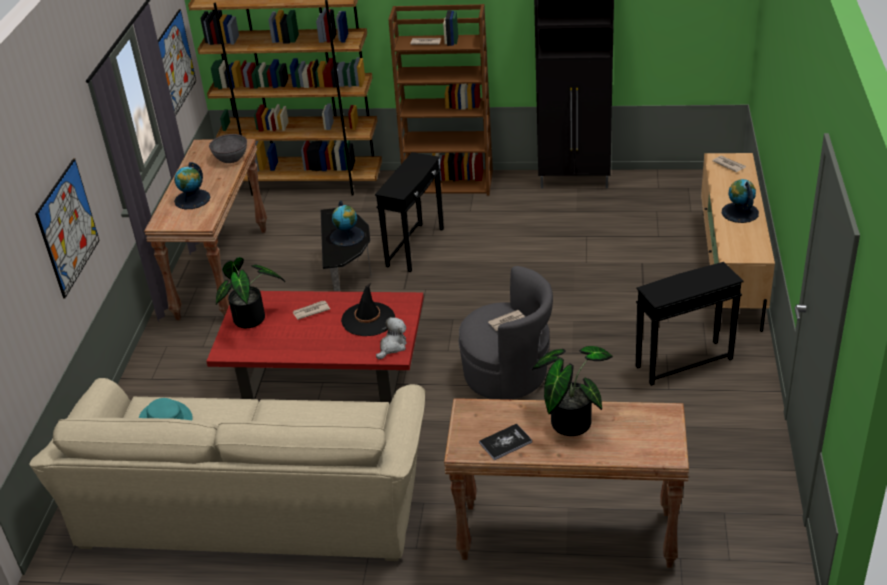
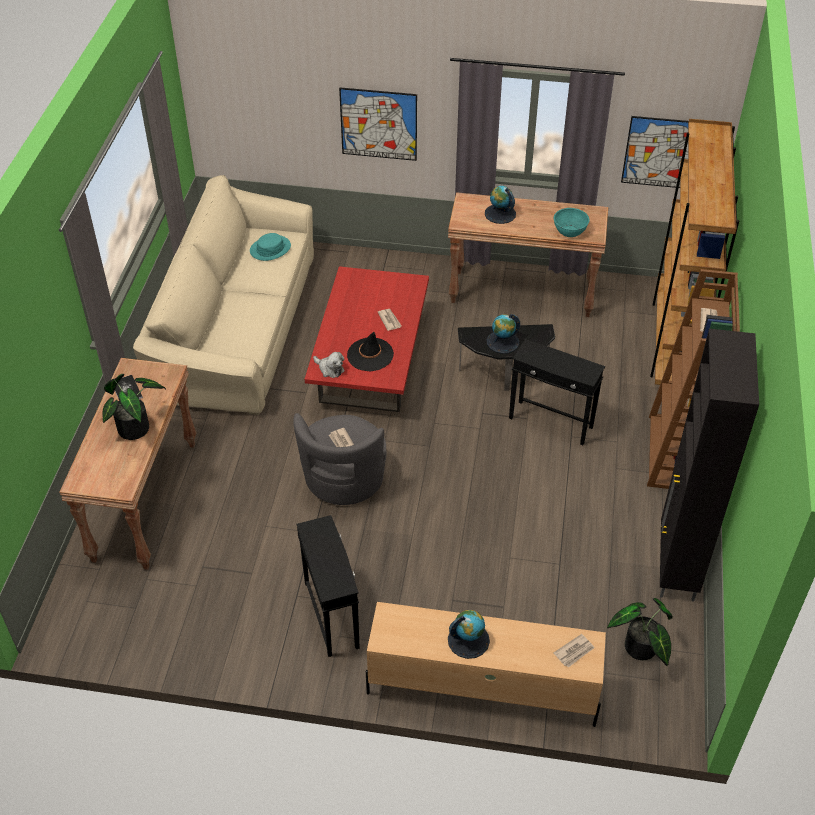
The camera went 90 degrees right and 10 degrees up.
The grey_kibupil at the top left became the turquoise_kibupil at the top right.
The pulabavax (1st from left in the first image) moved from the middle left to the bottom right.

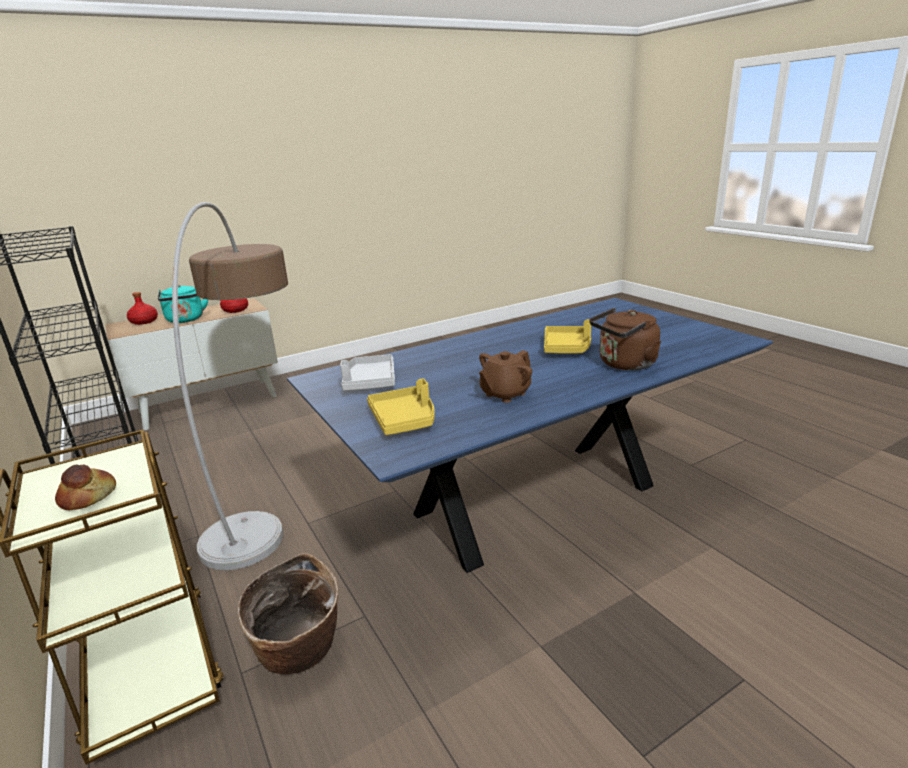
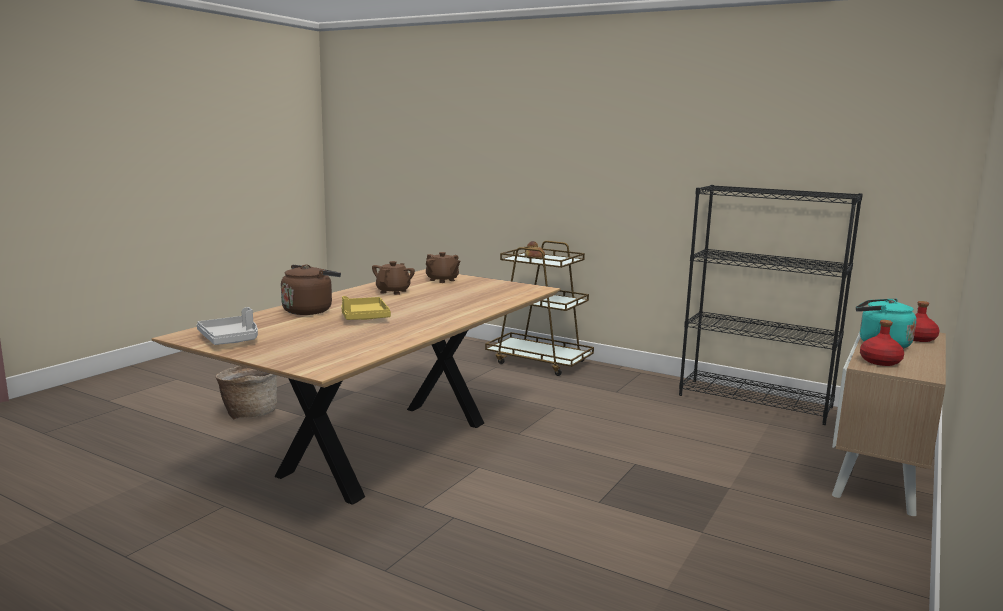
The camera went 150 degrees right and 10 degrees down.
The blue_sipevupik at the centre became the brown_sipevupik at the centre.
The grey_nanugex moved from the centre to the middle left.
The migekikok moved from the bottom left to the middle left.
The yellow_nanugex (1st from left) at the centre was replaced by the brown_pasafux (2nd from left) at the centre.
The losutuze at the middle left disappeared.

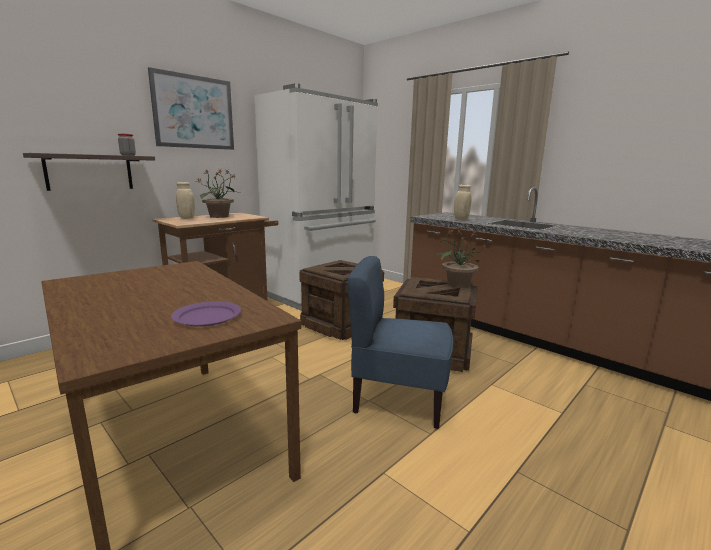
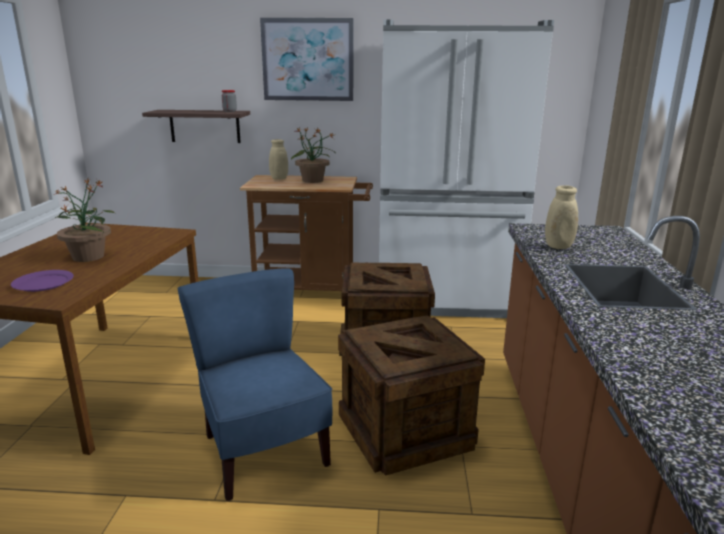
The camera went 50 degrees right and 5 degrees up.
The pulabavax (2nd from left in the first image) moved from the centre to the middle left.

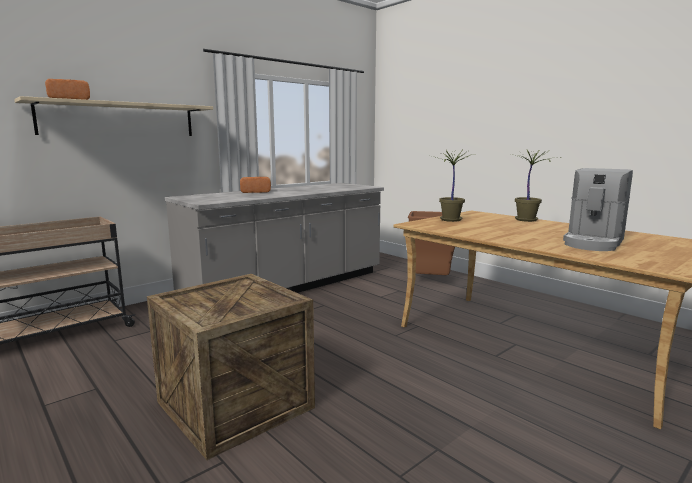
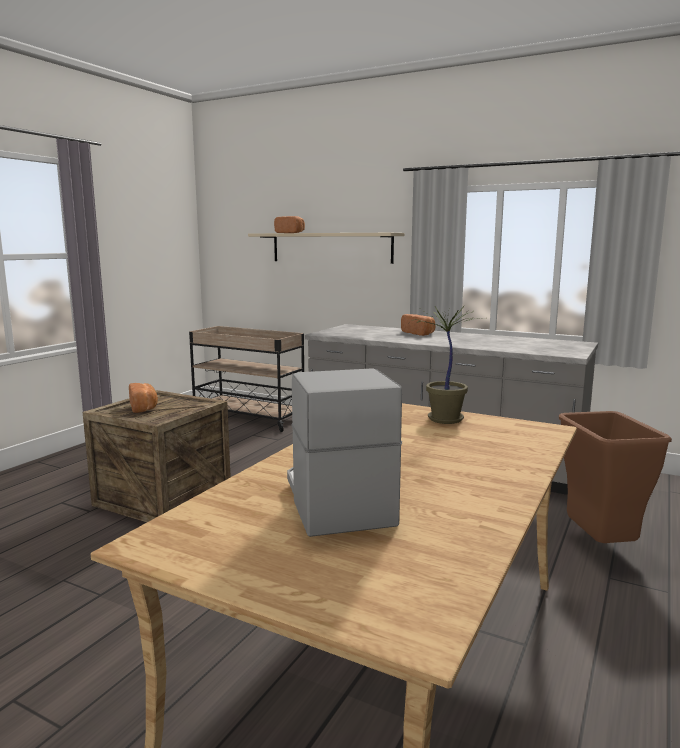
The camera went 70 degrees right and 0 degrees up.
The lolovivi (1st from left) at the middle left appeared.
The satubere at the middle right turned 60 degrees clockwise.
The pulabavax (2nd from left) at the middle right disappeared.

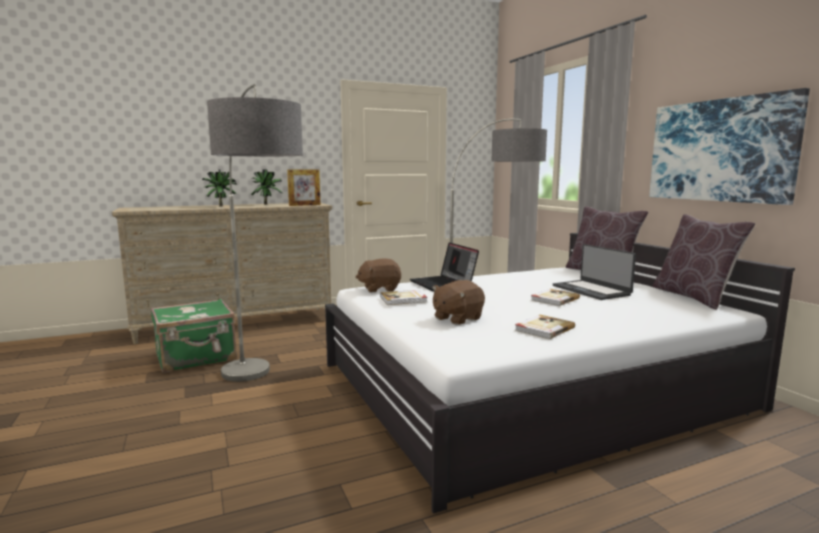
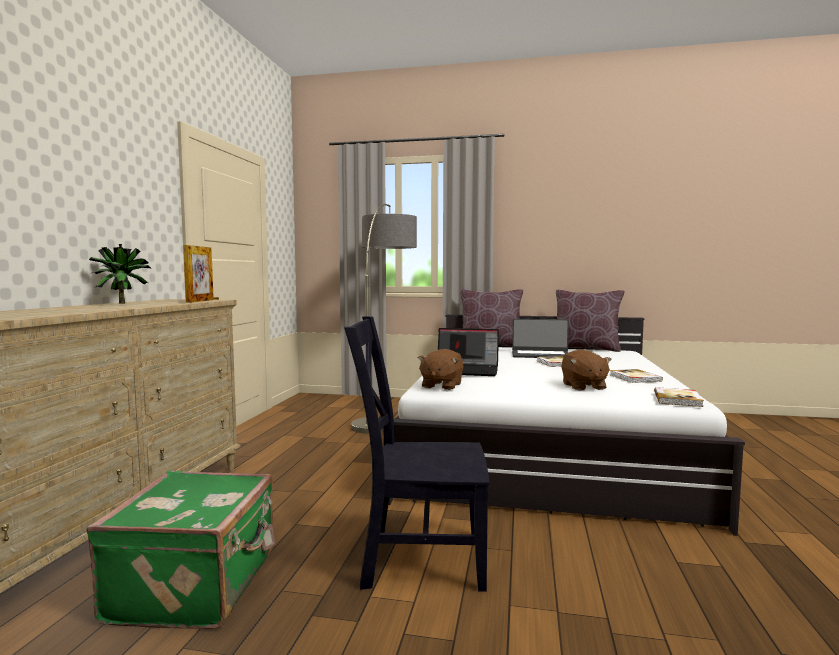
The camera went 55 degrees left and 5 degrees down.
The losutuze (1st from left) at the middle left was replaced by the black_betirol at the bottom centre.
The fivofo (1st from left in the first image) moved from the centre to the middle right.
The pulabavax (1st from left) at the middle left disappeared.
The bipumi at the top right disappeared.

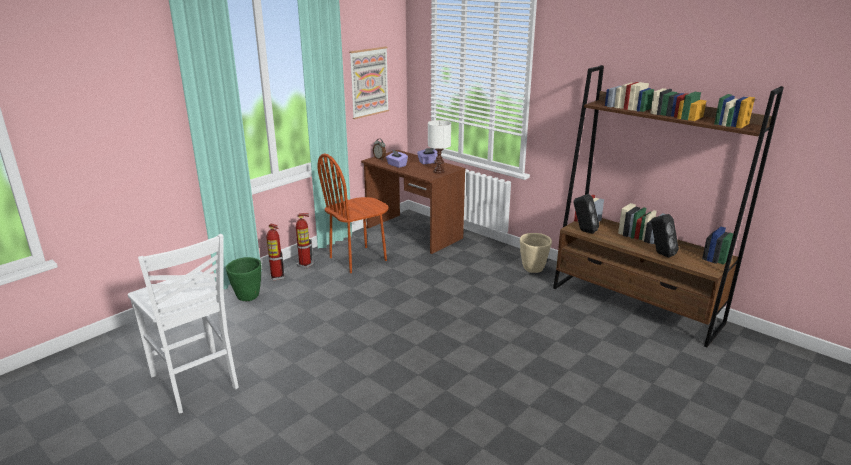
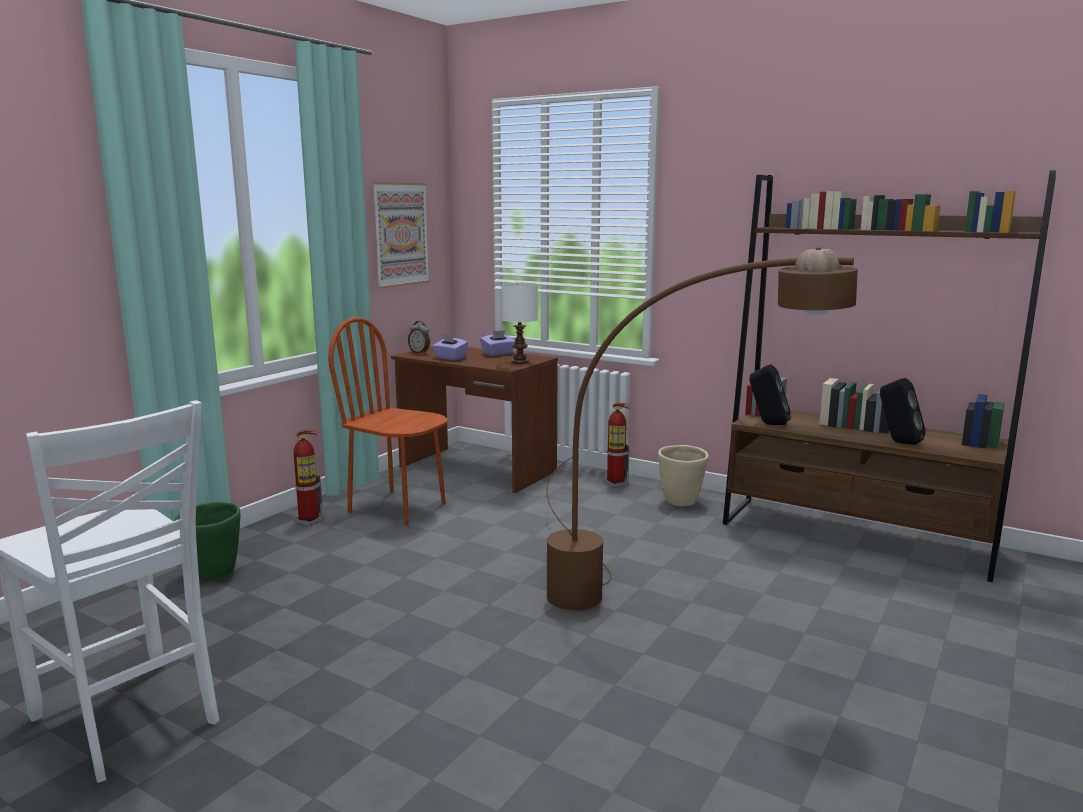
The camera went 10 degrees left and 10 degrees down.
The brown_betirol at the centre turned 75 degrees clockwise.
The brown_losutuze at the centre appeared.
The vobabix (1st from left in the first image) moved from the middle left to the centre.

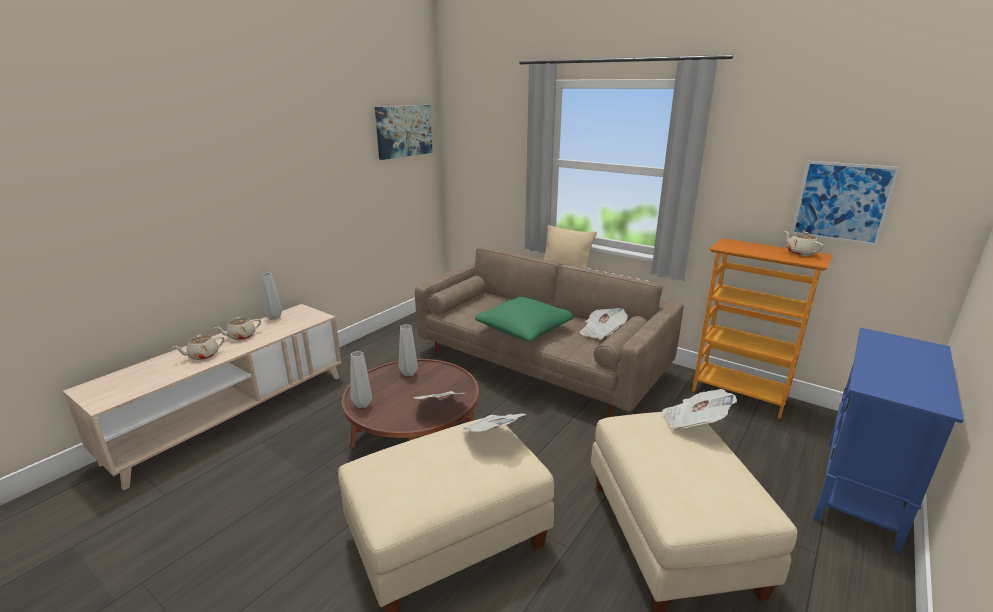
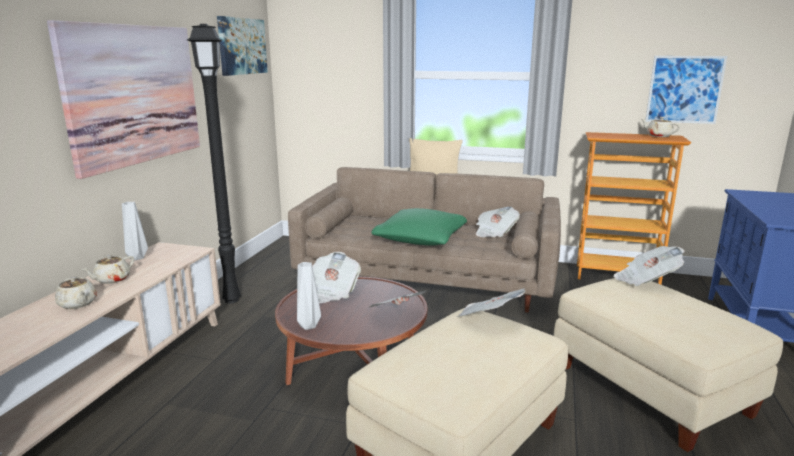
The camera went 20 degrees left and 5 degrees down.
The bipumi (1st from left) at the top left appeared.
The beige_pasafux (1st from left) at the middle left turned 75 degrees counterclockwise.
The black_losutuze at the middle left appeared.
The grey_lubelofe (3rd from left) at the centre was replaced by the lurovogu (1st from left) at the centre.

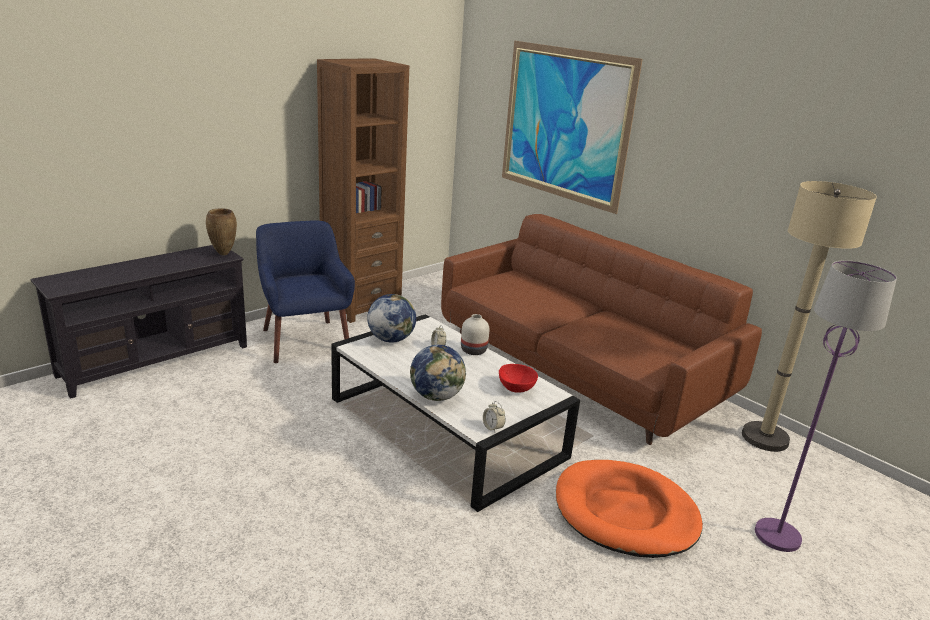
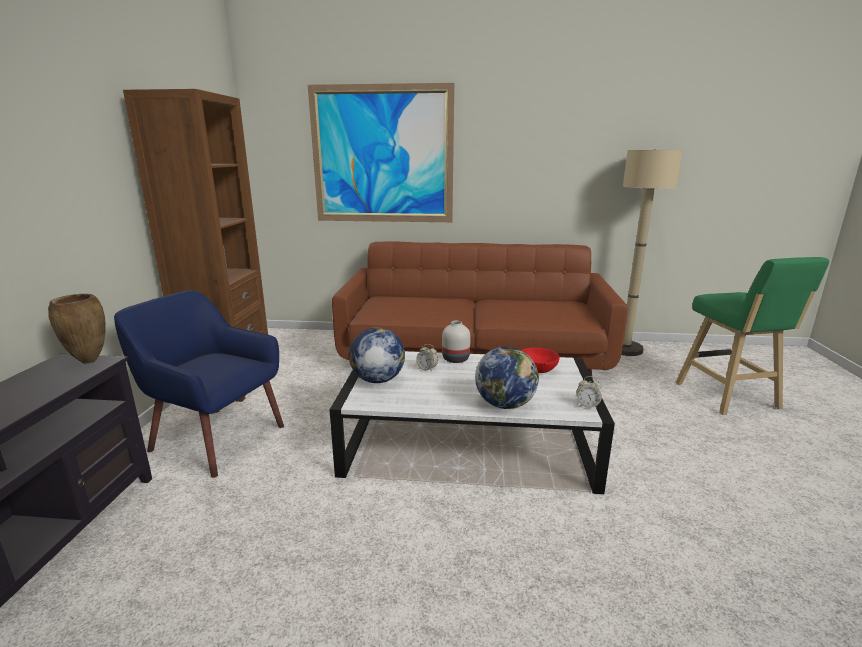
The camera went 40 degrees left and 5 degrees down.
The purple_losutuze at the middle right was replaced by the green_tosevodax at the middle right.
The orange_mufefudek at the bottom right disappeared.

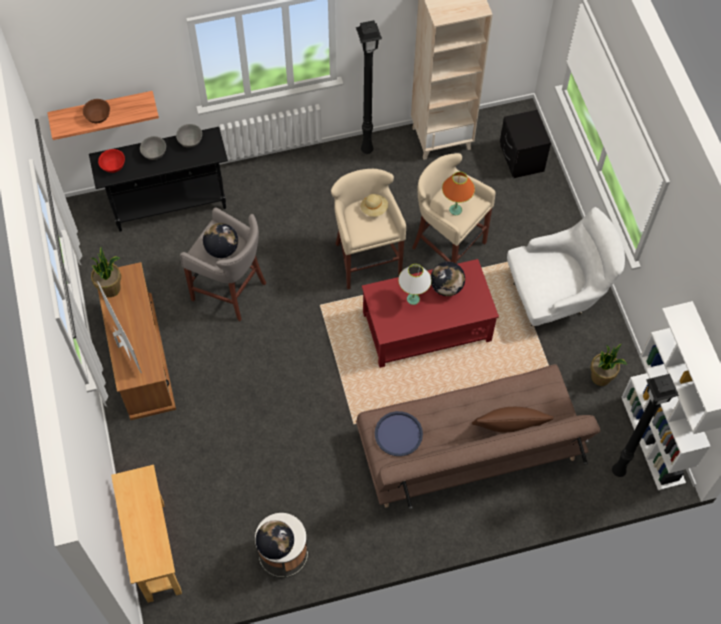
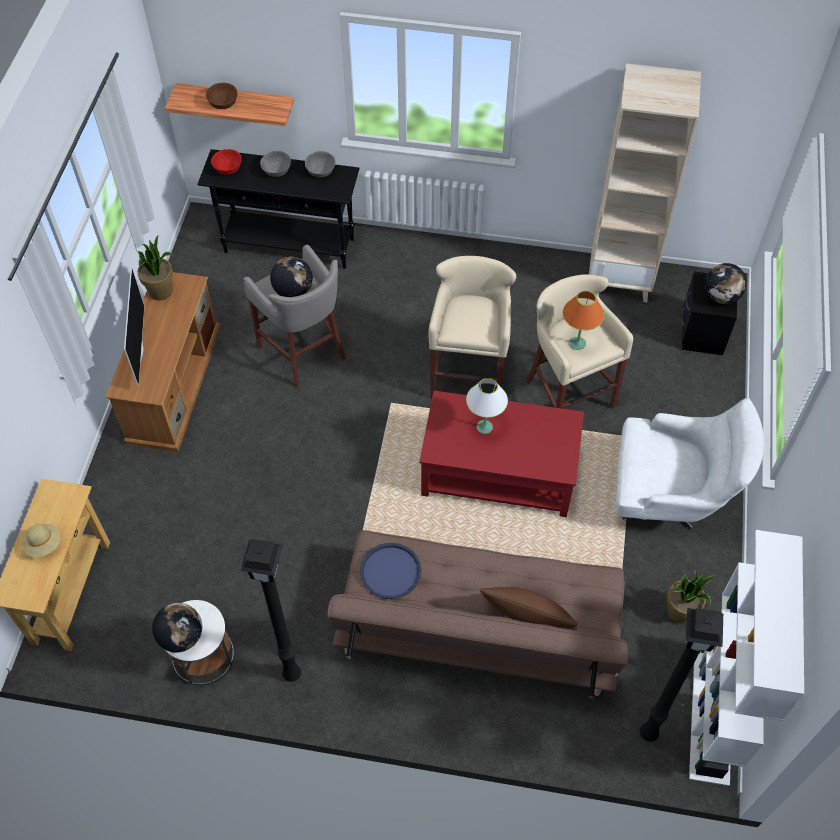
The camera went 25 degrees right and 5 degrees down.
The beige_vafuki moved from the top centre to the middle left.
The black_losutuze (1st from left) moved from the top centre to the bottom left.
The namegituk (3rd from left) moved from the centre to the middle right.

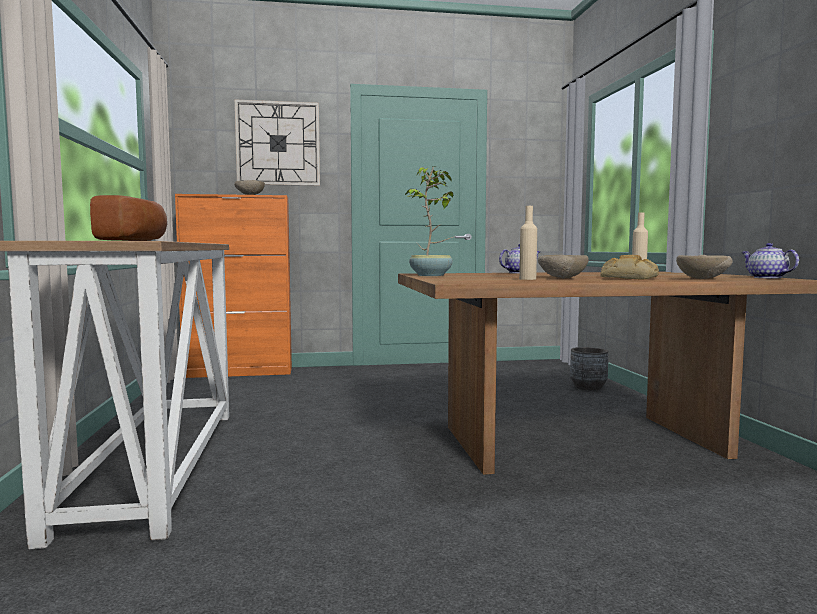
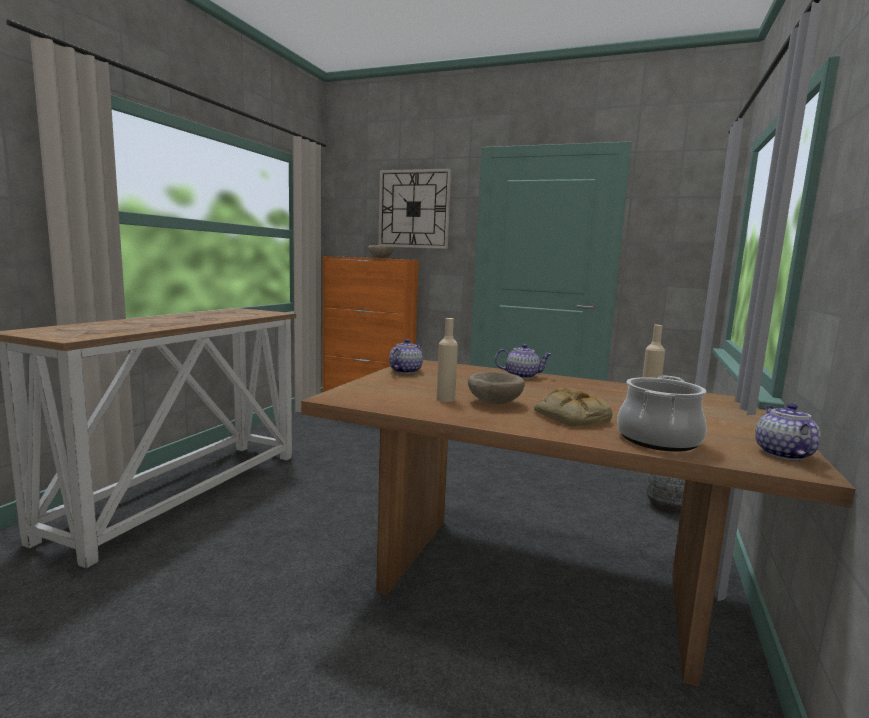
The camera went 30 degrees right and 5 degrees up.
The pulabavax at the centre was replaced by the pasafux (1st from left) at the centre.
The beige_kibupil (3rd from left) at the middle right was replaced by the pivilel at the middle right.
The lolovivi (1st from left) at the middle left disappeared.

